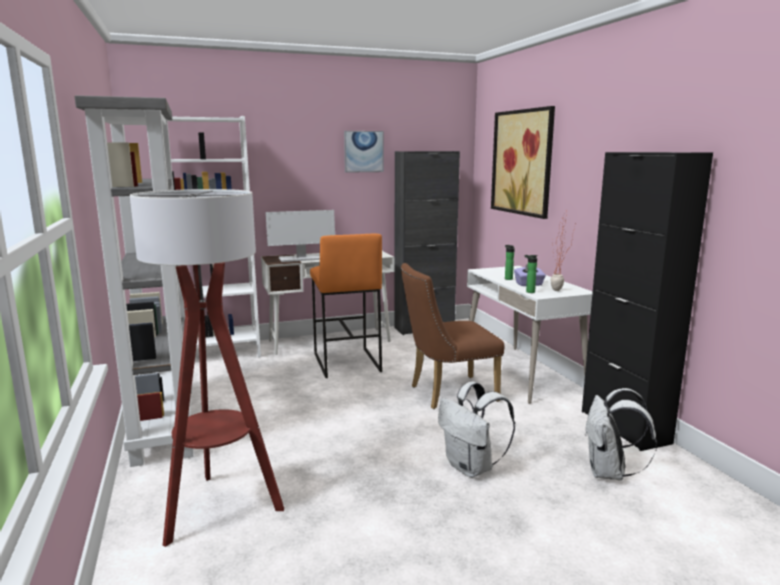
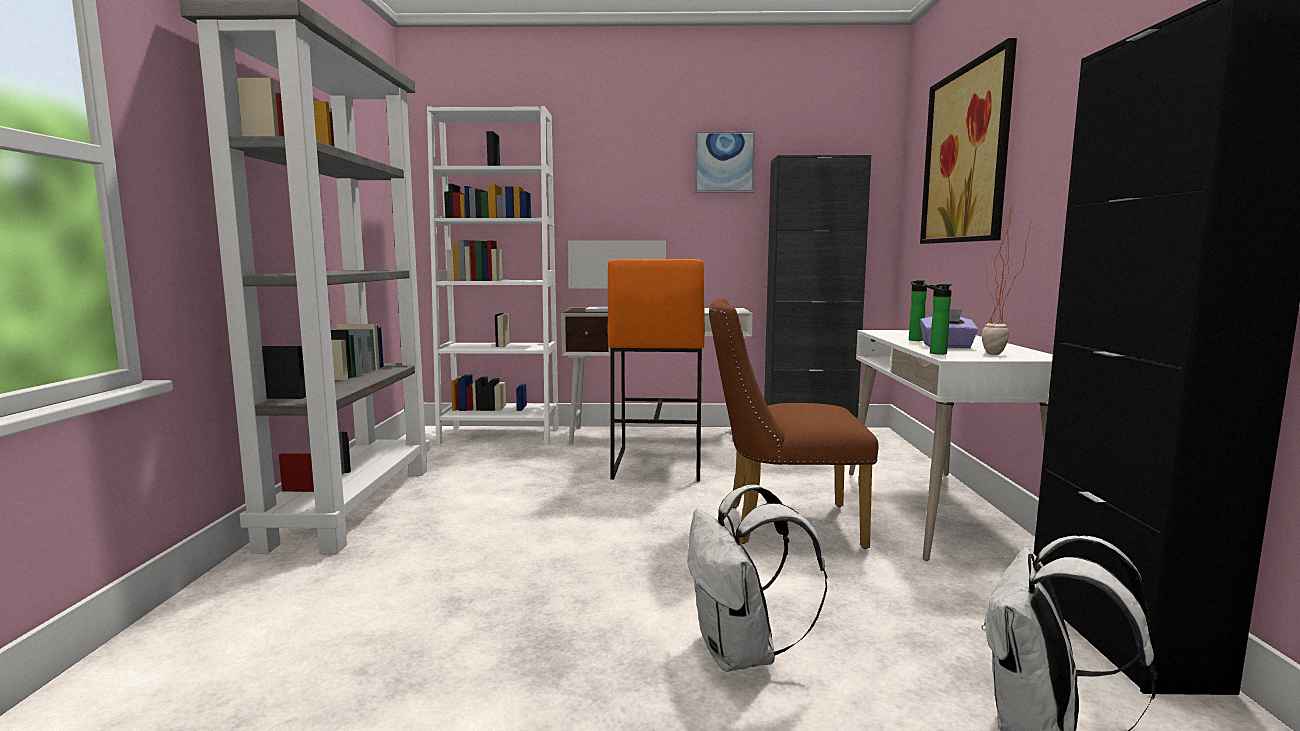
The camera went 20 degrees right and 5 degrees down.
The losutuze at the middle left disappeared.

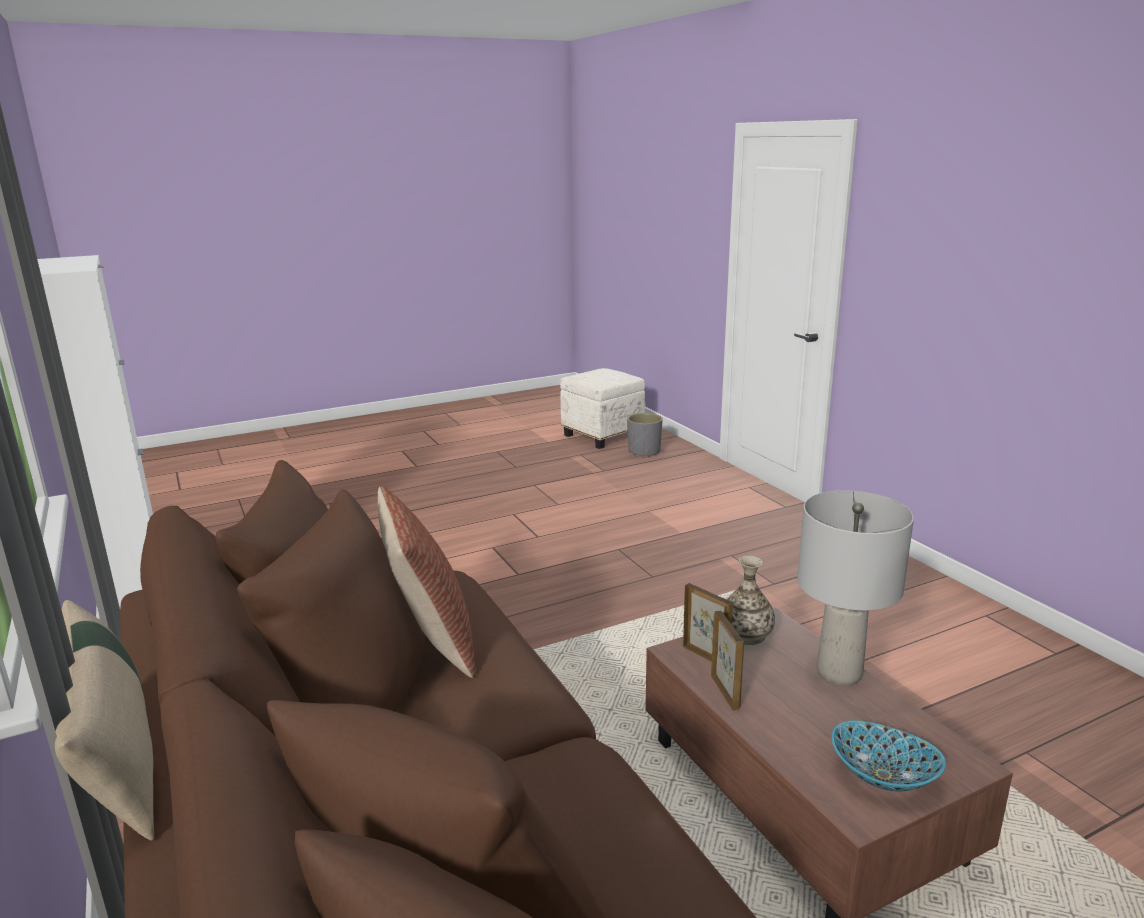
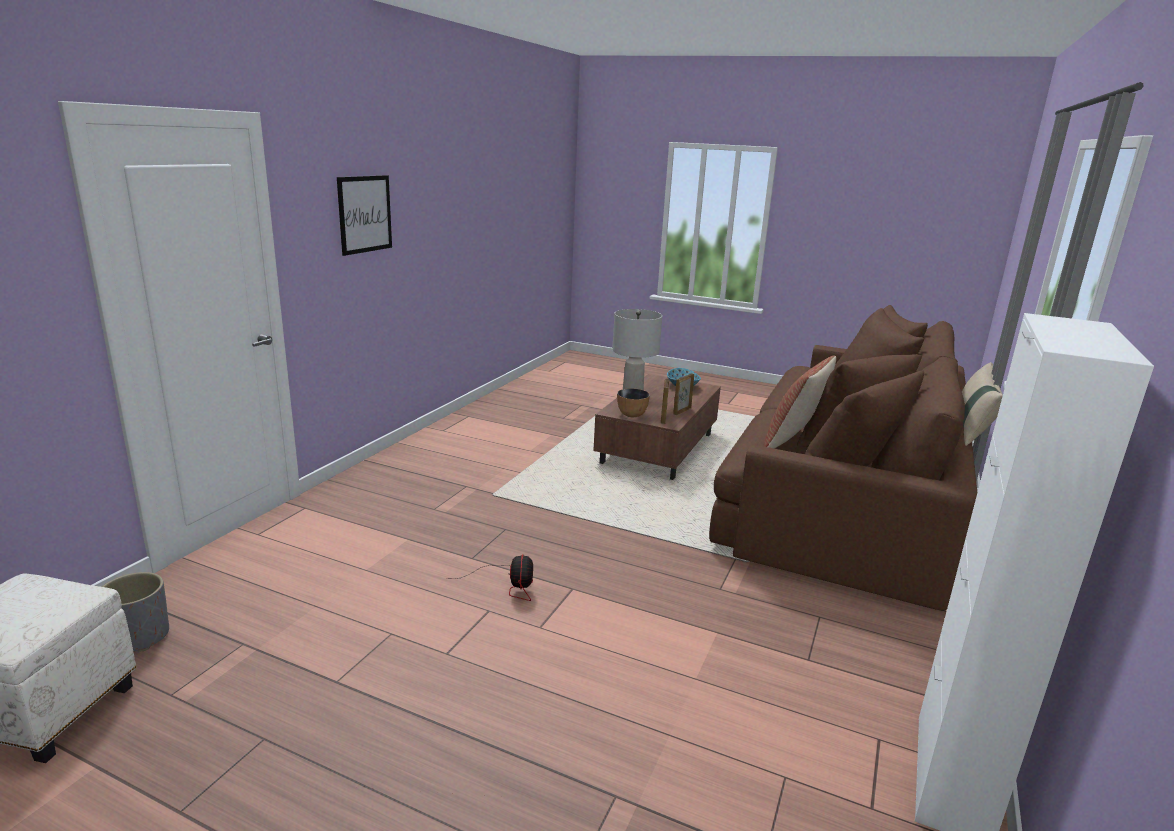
The camera went 130 degrees left and 0 degrees up.
The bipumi at the top left appeared.
The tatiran at the bottom centre appeared.
The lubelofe at the centre was replaced by the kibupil (1st from left) at the centre.

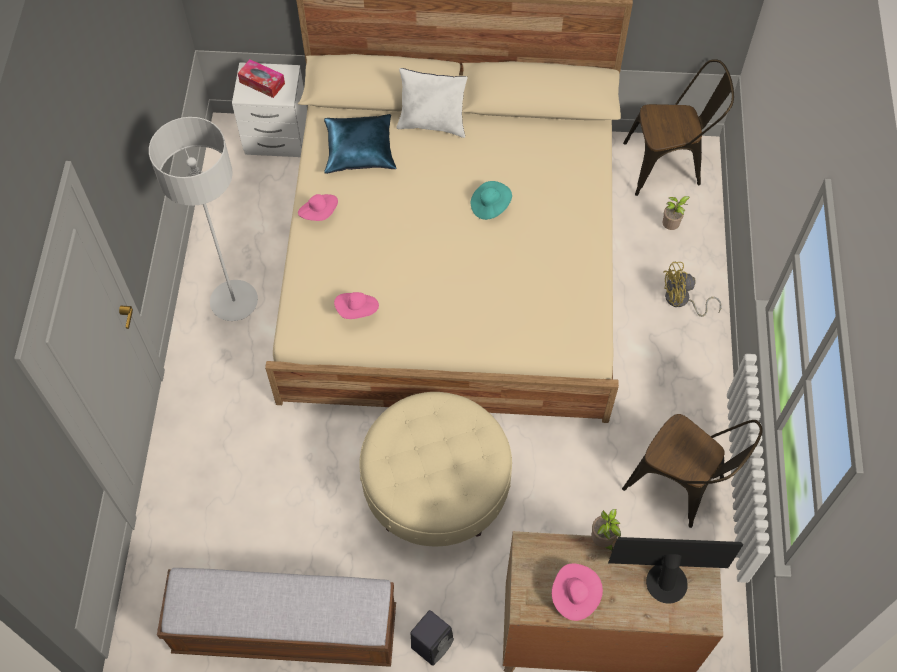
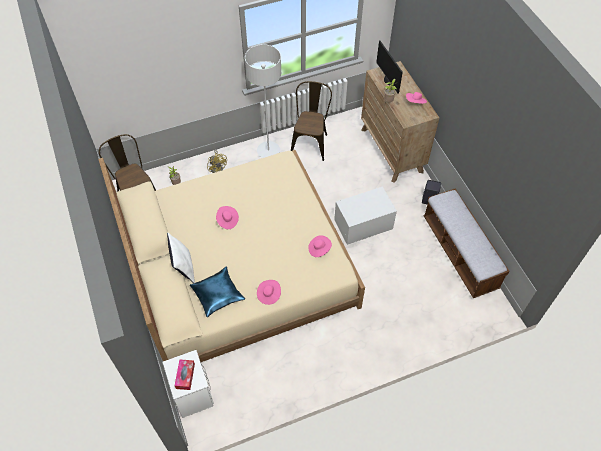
The camera went 115 degrees left and 5 degrees down.
The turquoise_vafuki at the top centre became the pink_vafuki (1st from left) at the centre.
The grey_losutuze moved from the top left to the top centre.
The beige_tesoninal at the bottom centre was replaced by the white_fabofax at the centre.

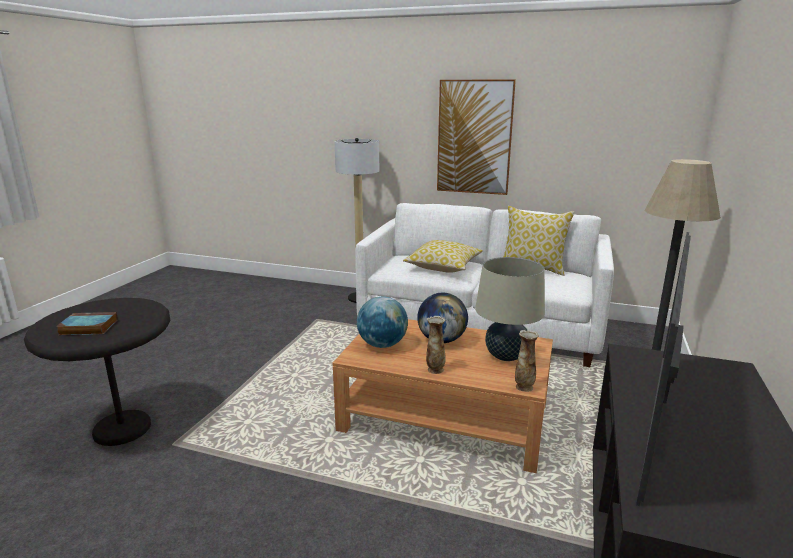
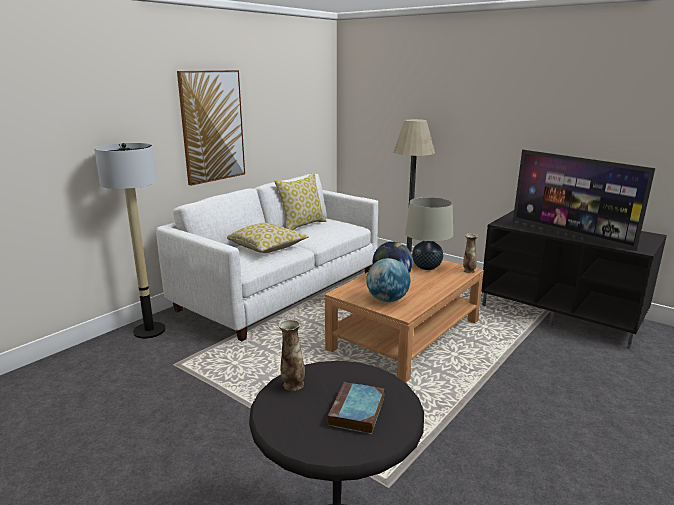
The camera went 70 degrees left and 0 degrees up.
The lubelofe (1st from left) moved from the centre to the bottom centre.

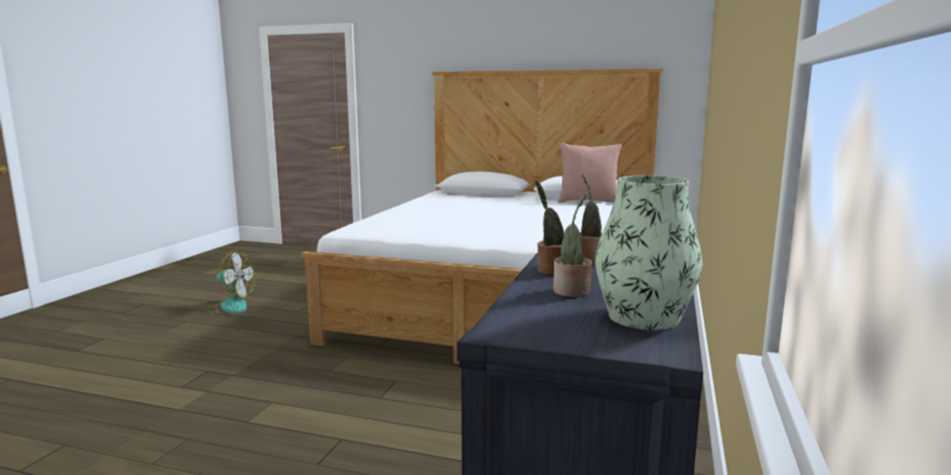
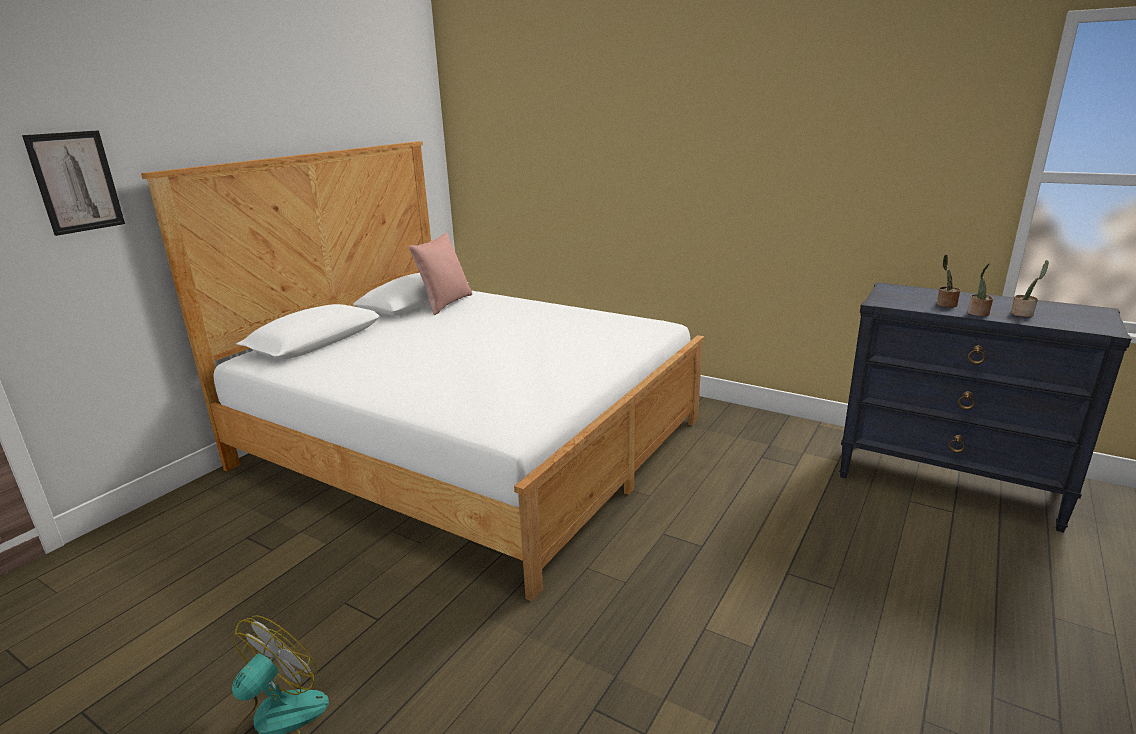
The camera went 75 degrees left and 10 degrees up.
The bipumi at the top left appeared.
The lubelofe at the middle right disappeared.

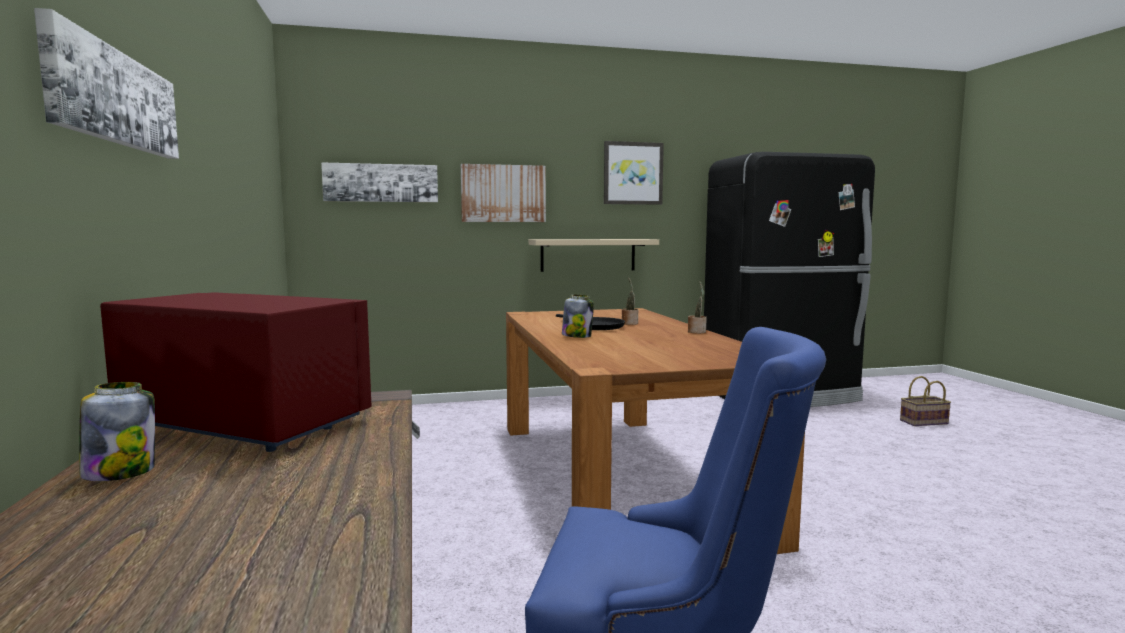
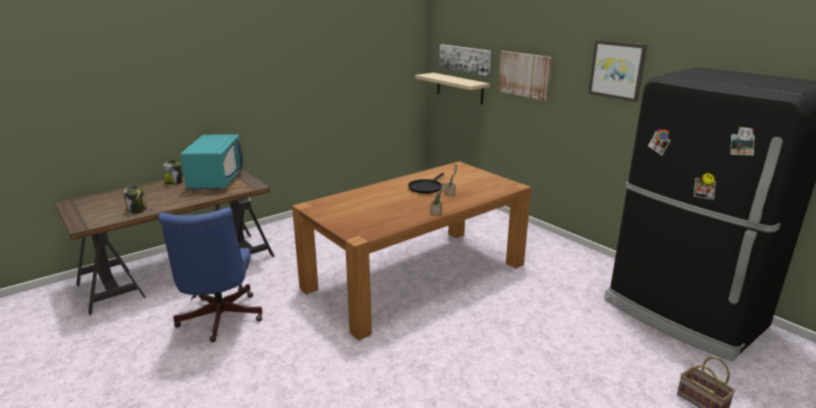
The camera went 65 degrees right and 15 degrees up.
The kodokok (2nd from left in the first image) moved from the centre to the middle left.
The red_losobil at the middle left became the turquoise_losobil at the middle left.
The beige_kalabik moved from the centre to the top centre.
The bipumi (1st from left) at the top left disappeared.

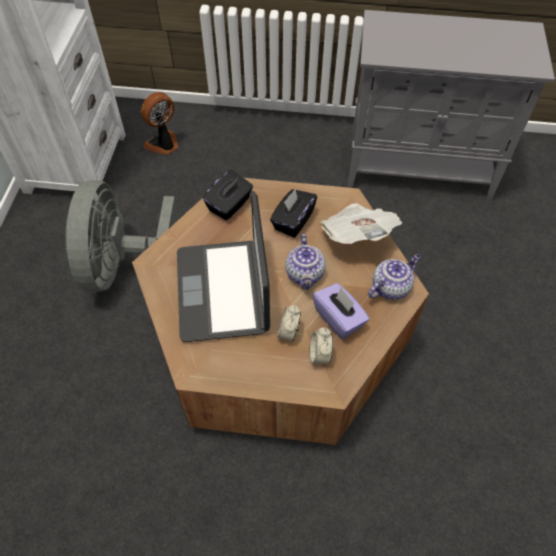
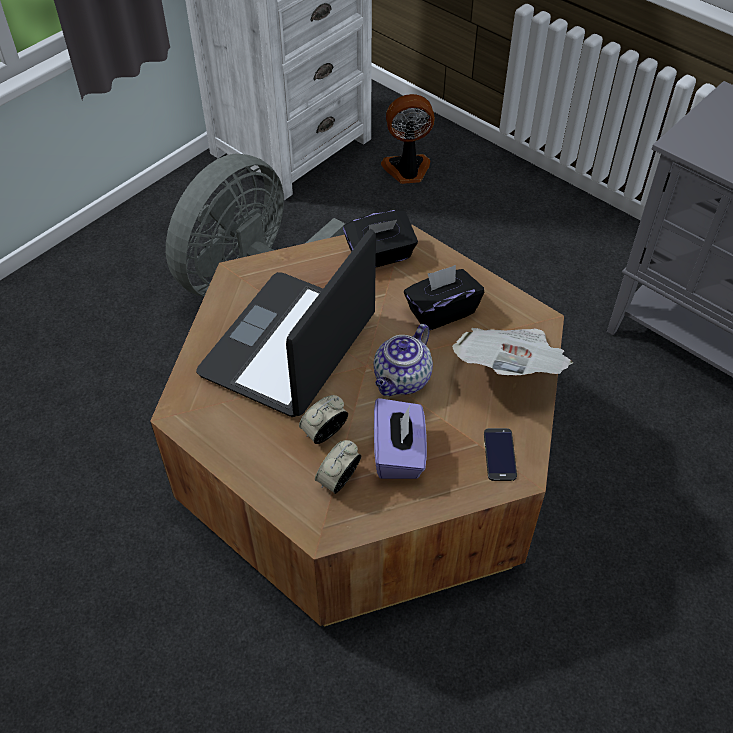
The camera went 35 degrees right and 5 degrees down.
The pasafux (2nd from left) at the middle right was replaced by the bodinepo at the middle right.

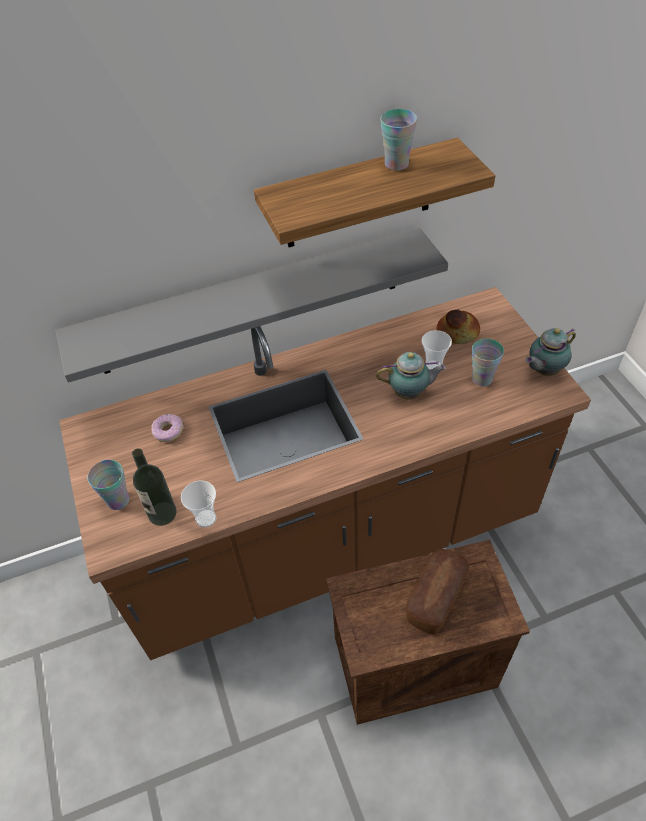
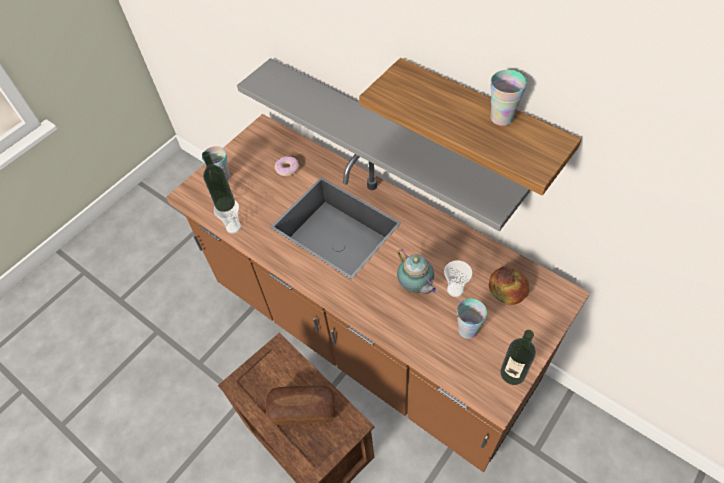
The camera went 60 degrees right and 5 degrees up.
The pasafux (2nd from left) at the middle right was replaced by the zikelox (2nd from left) at the bottom right.

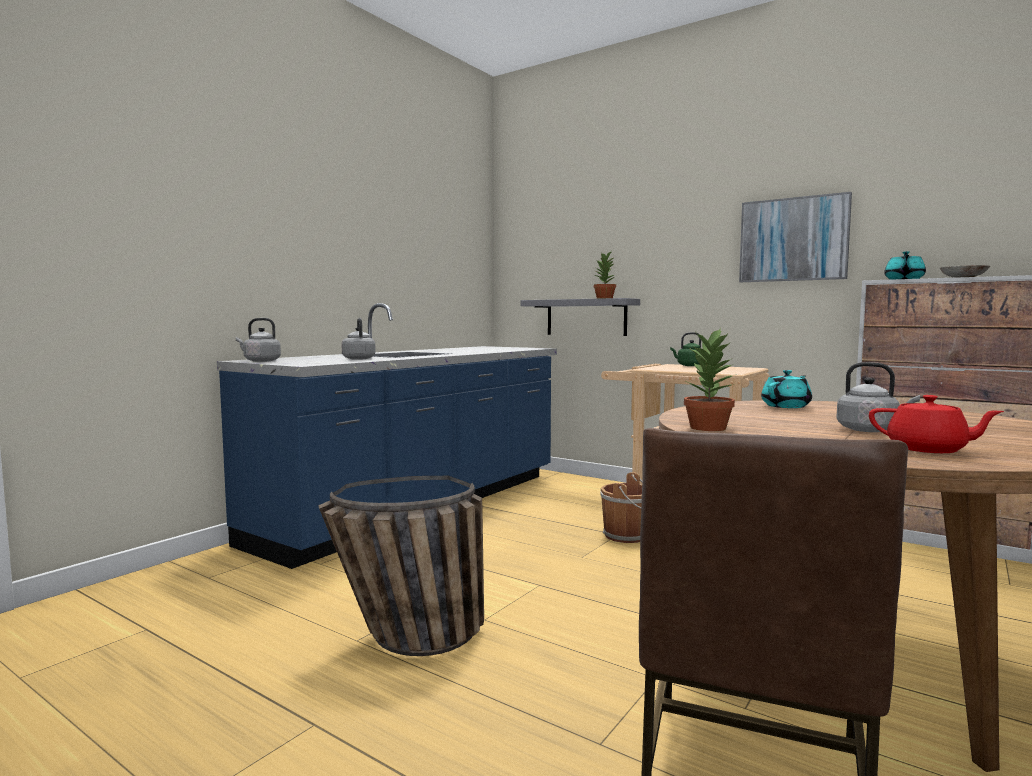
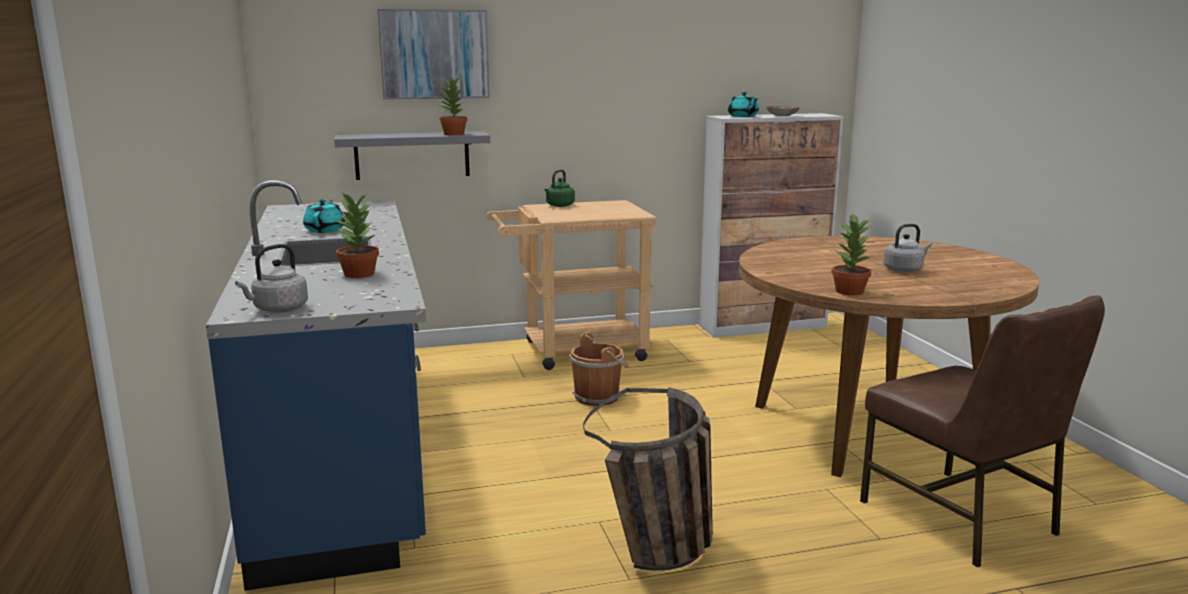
The camera went 50 degrees left and 10 degrees up.
The turquoise_pasafux (1st from left) moved from the middle right to the middle left.
The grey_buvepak (2nd from left) at the centre was replaced by the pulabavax (1st from left) at the middle left.
The bipumi moved from the top right to the top centre.
The red_pasafux at the middle right disappeared.

